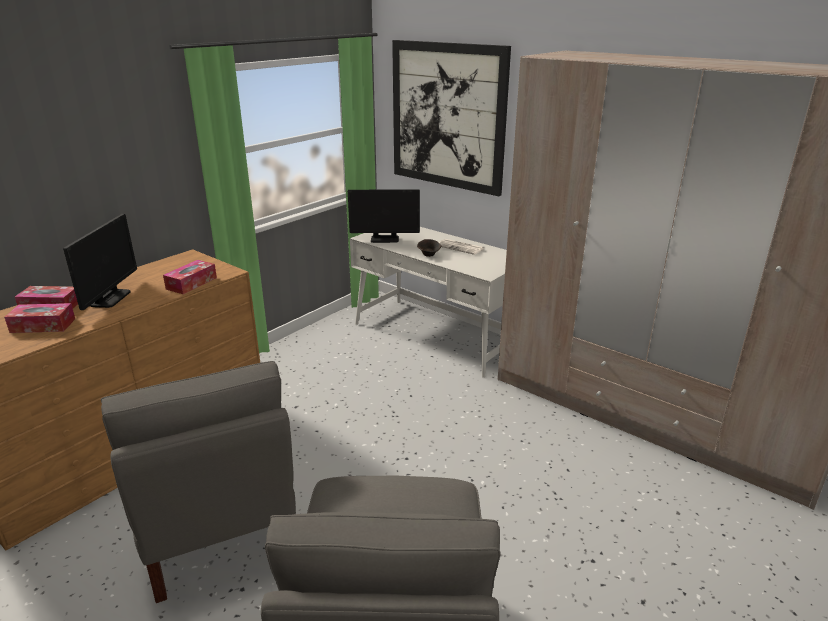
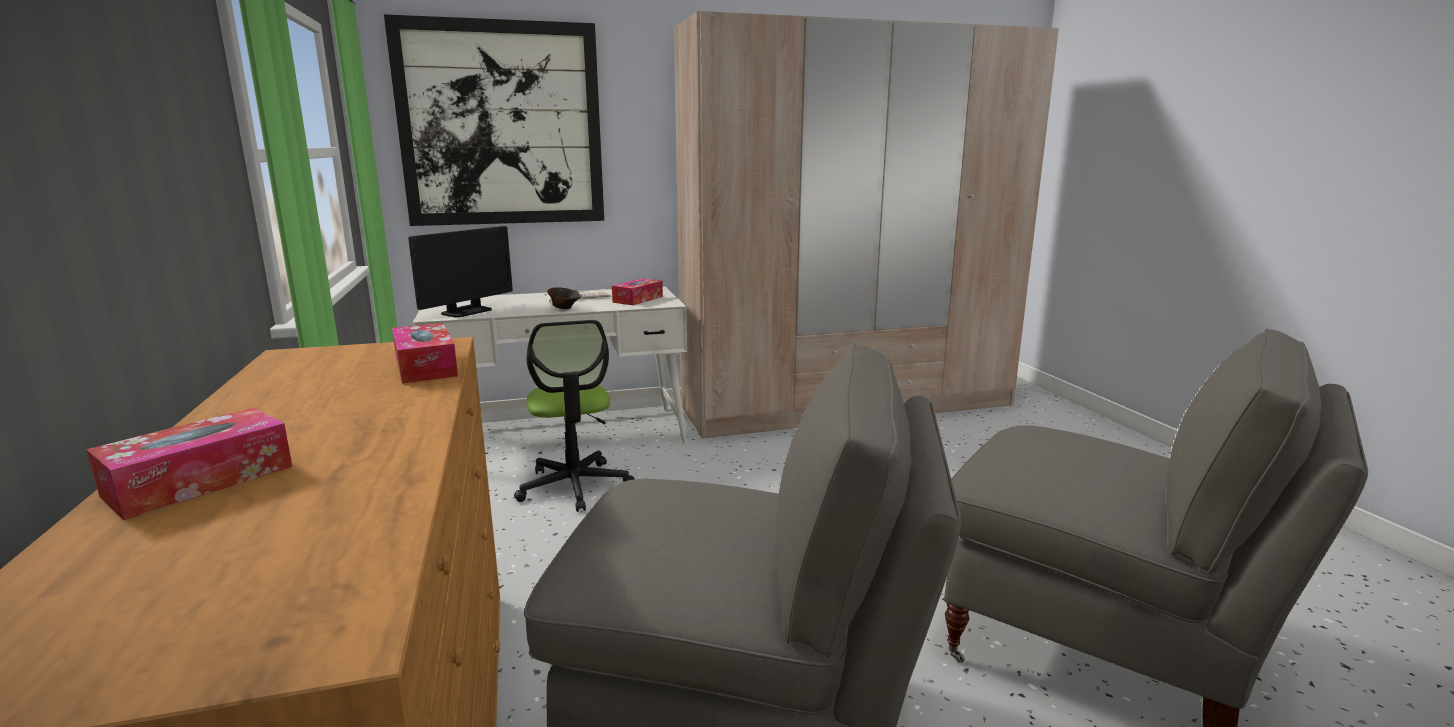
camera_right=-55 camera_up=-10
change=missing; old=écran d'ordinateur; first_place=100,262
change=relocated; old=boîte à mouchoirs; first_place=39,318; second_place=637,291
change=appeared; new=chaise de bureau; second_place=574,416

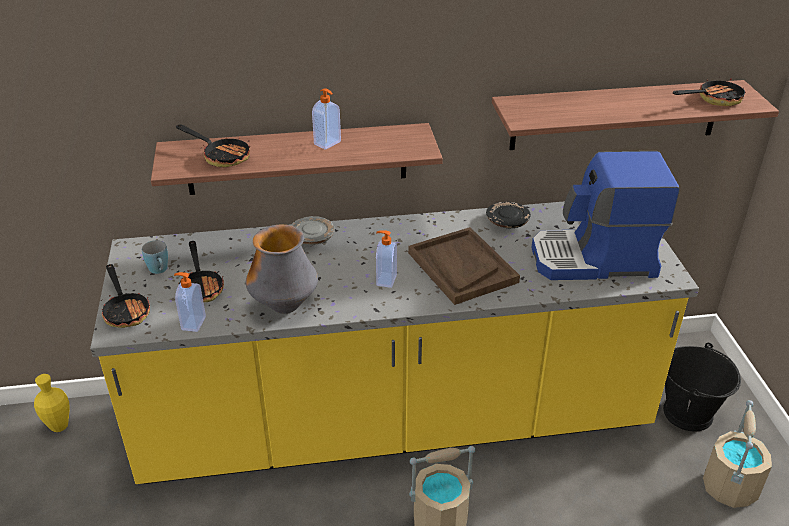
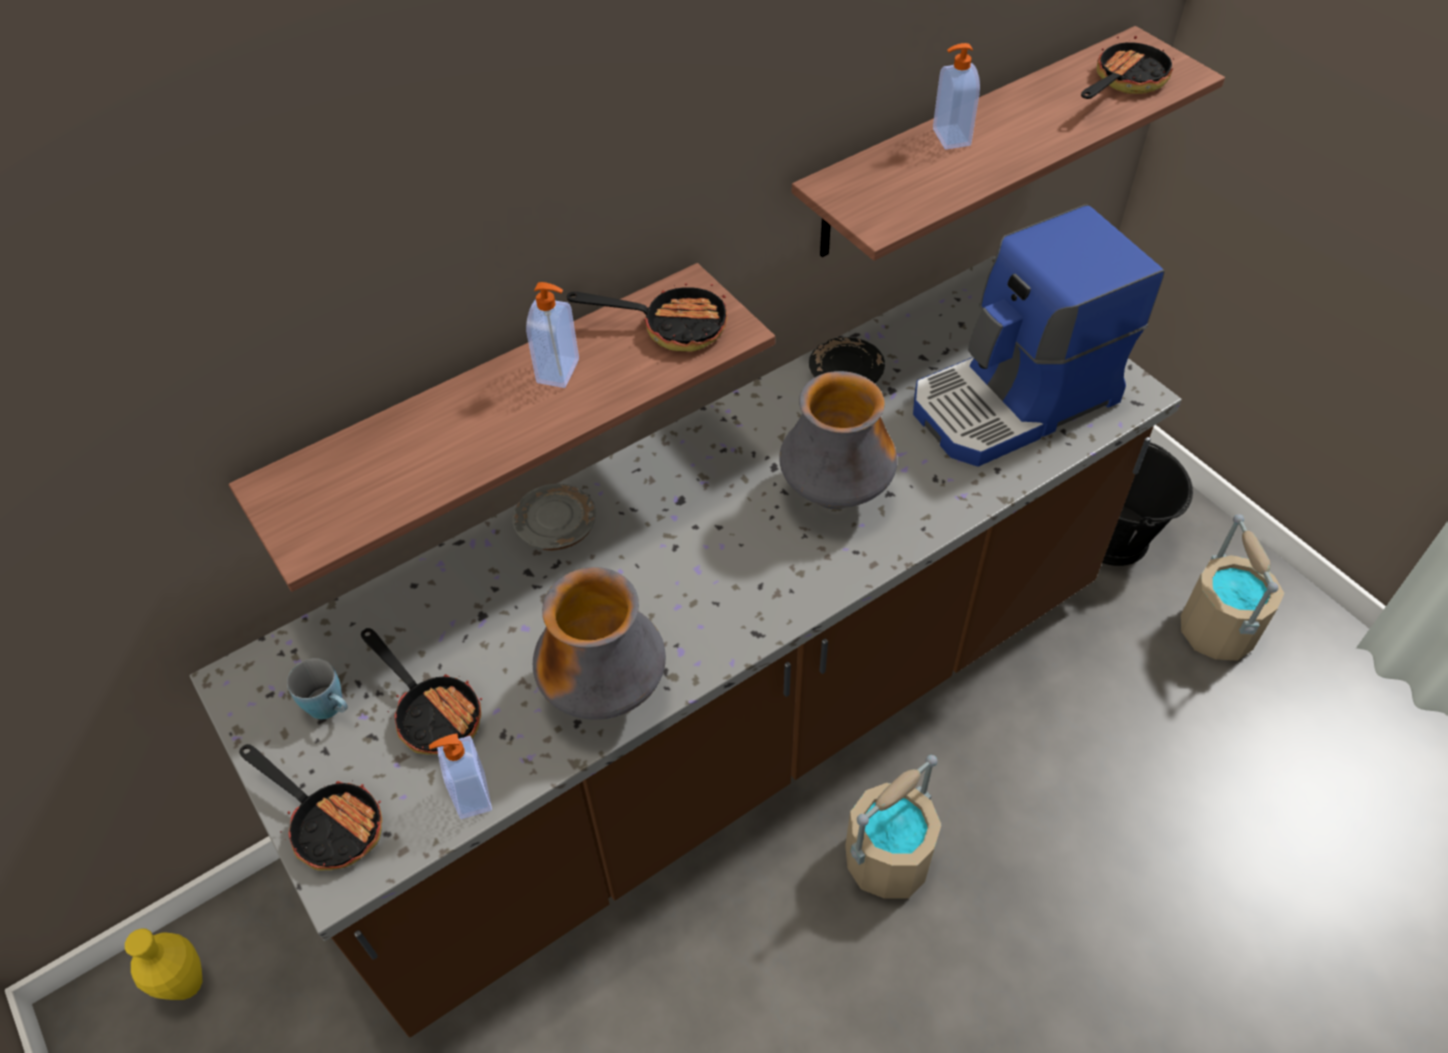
camera_right=-25 camera_up=15
change=relocated; old=poêle; first_place=213,145; second_place=647,317
change=colour; old=comptoir de cuisine [jaune]; new=comptoir de cuisine [marron]; first_place=394,342; second_place=685,647
change=exchanged; old=plateau [marron]; new=vase; first_place=464,266; second_place=838,440
change=relocated; old=distributeur de savon; first_place=386,259; second_place=956,96

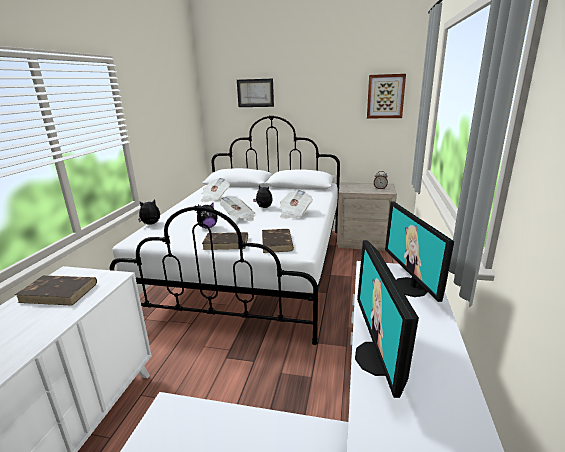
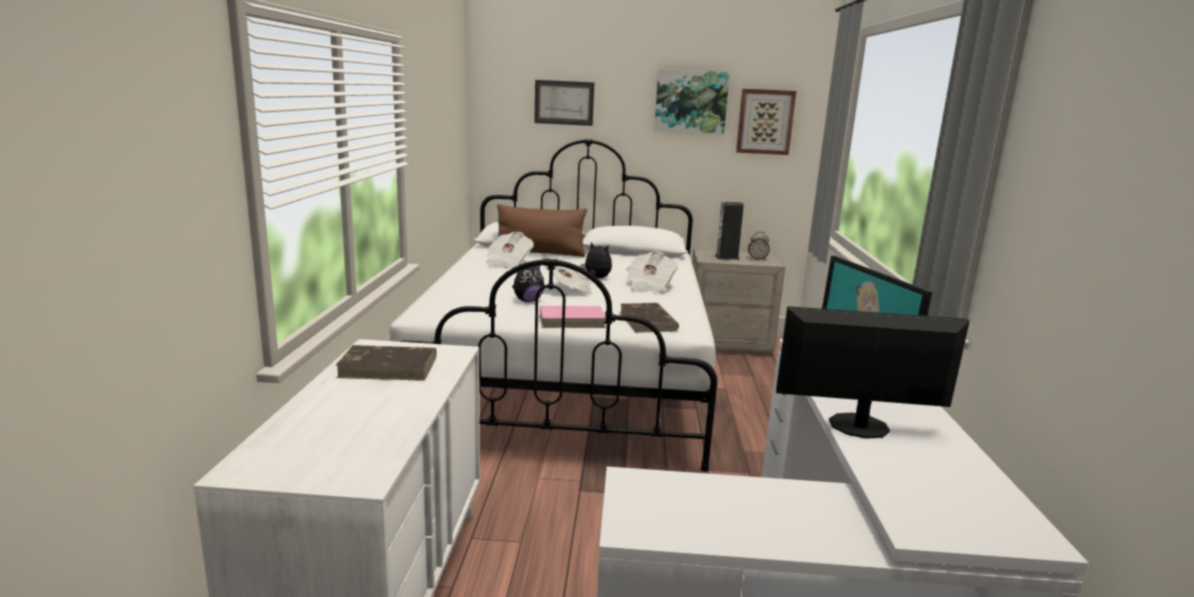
camera_right=-10 camera_up=-5
change=missing; old=peluche; first_place=149,212
change=colour; old=livre [marron]; new=livre [rose]; first_place=225,241; second_place=573,317
change=spun; old=écran d'ordinateur; first_place=387,319; second_place=873,372; degrees=105
change=appeared; new=tableau; second_place=692,102
change=appeared; new=enceinte; second_place=729,231
change=appeared; new=coussin [marron]; second_place=542,230

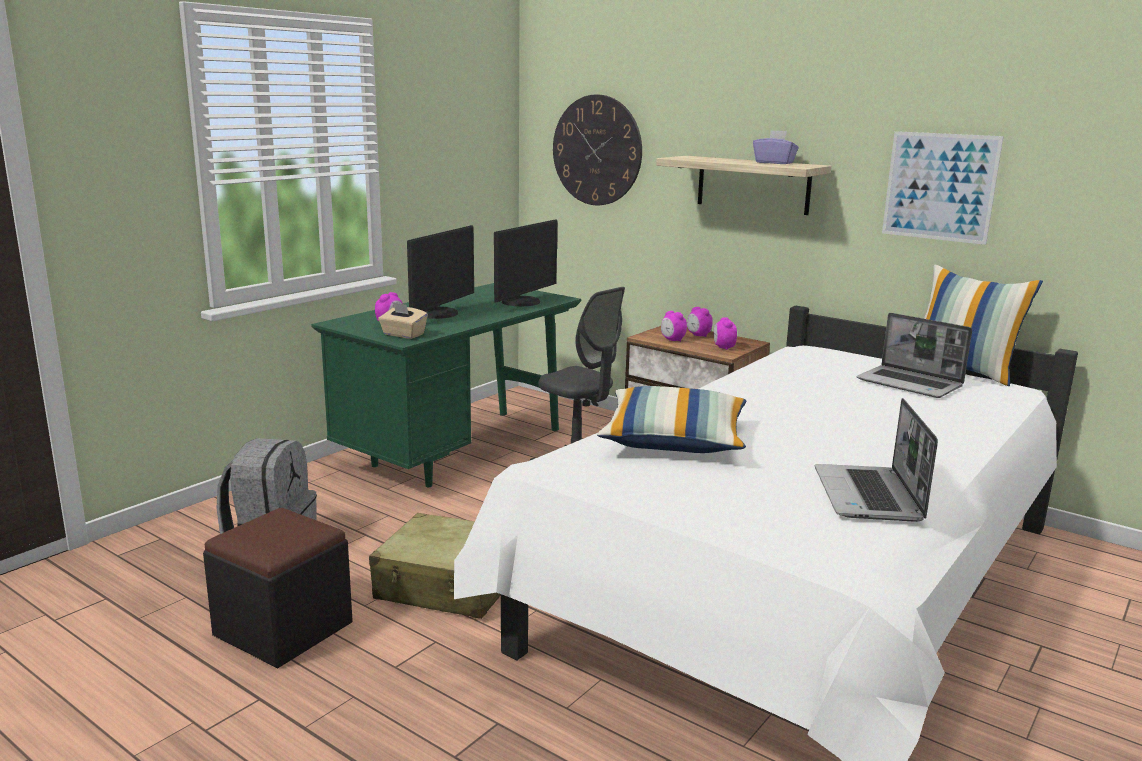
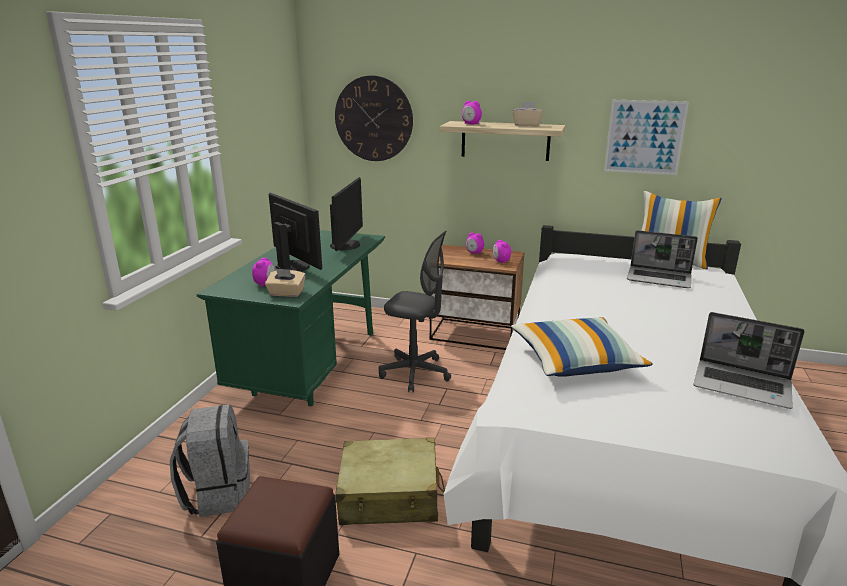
camera_right=-20 camera_up=5
change=colour; old=boîte à mouchoirs [violet]; new=boîte à mouchoirs [beige]; first_place=776,147; second_place=528,114
change=spun; old=écran d'ordinateur; first_place=440,272; second_place=295,232; degrees=-45
change=relocated; old=réveil; first_place=674,326; second_place=472,112
change=spun; old=ordinateur portable; first_place=876,460; second_place=749,360; degrees=-45

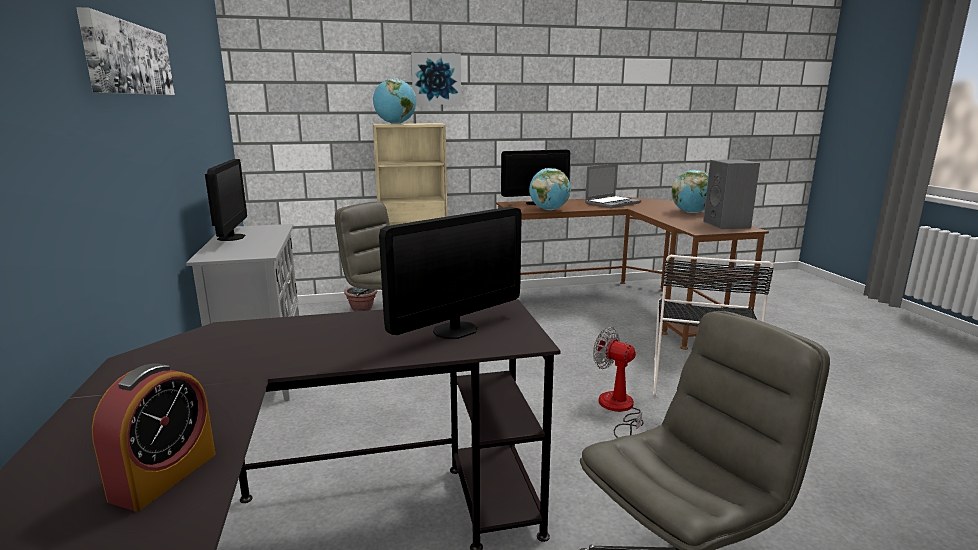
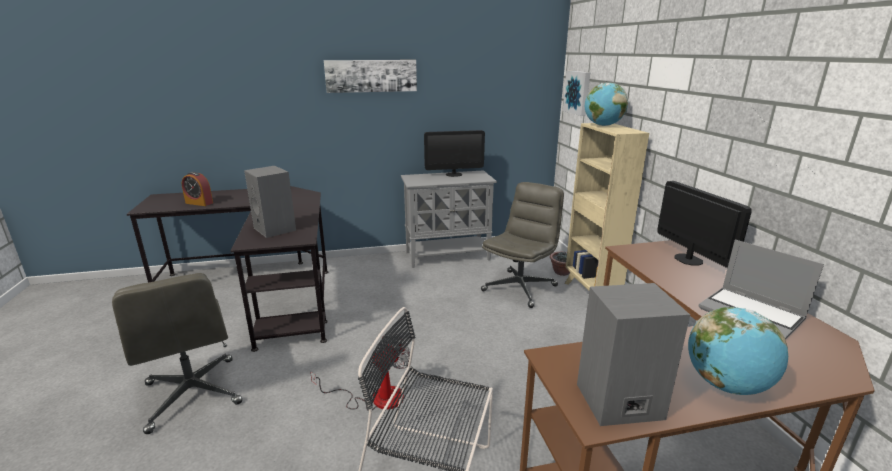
camera_right=90 camera_up=5
change=relocated; old=tableau; first_place=436,79; second_place=576,93
change=missing; old=globe; first_place=550,189
change=exchanged; old=écran d'ordinateur; new=enceinte [gris]; first_place=450,273; second_place=270,202

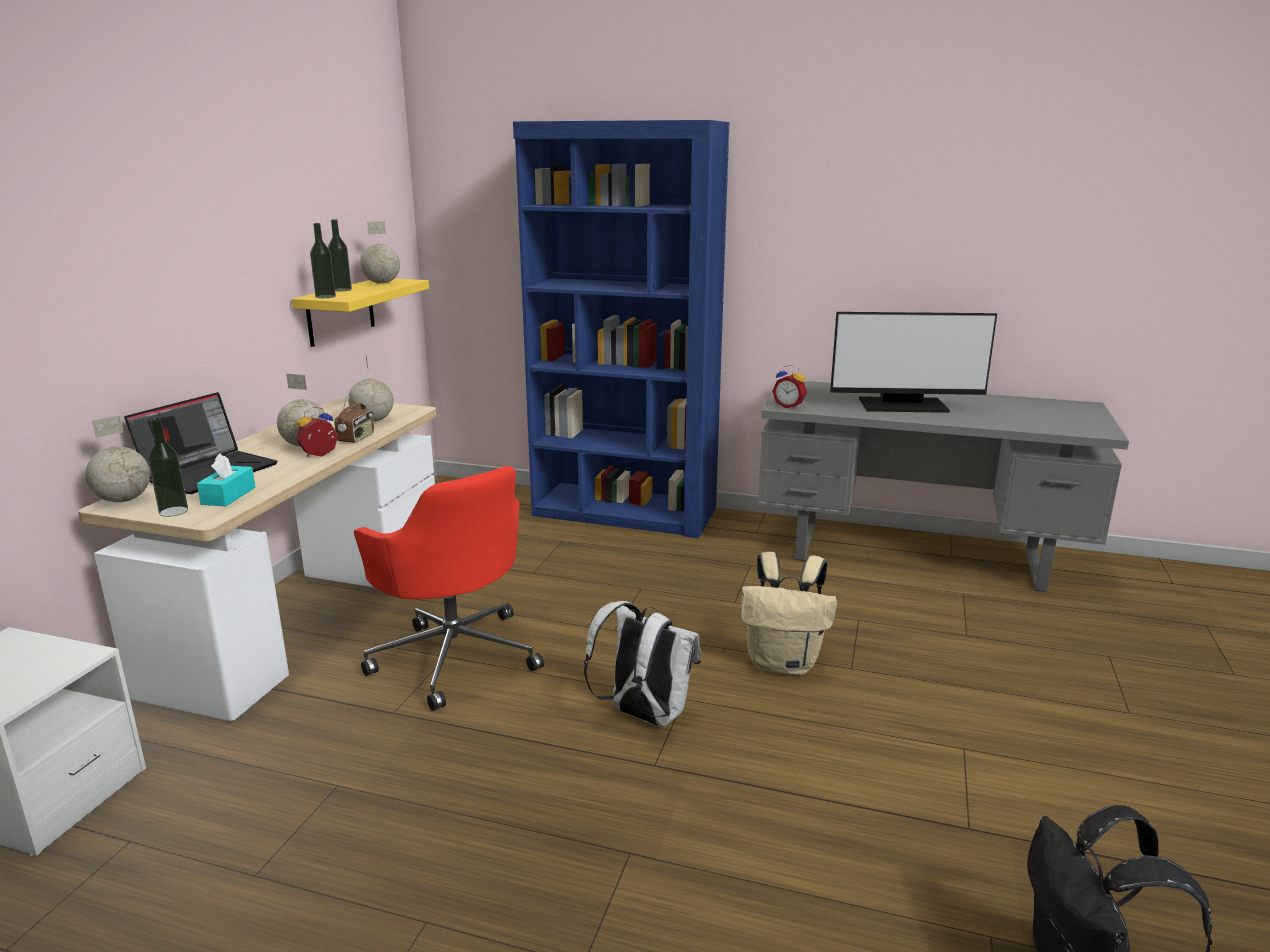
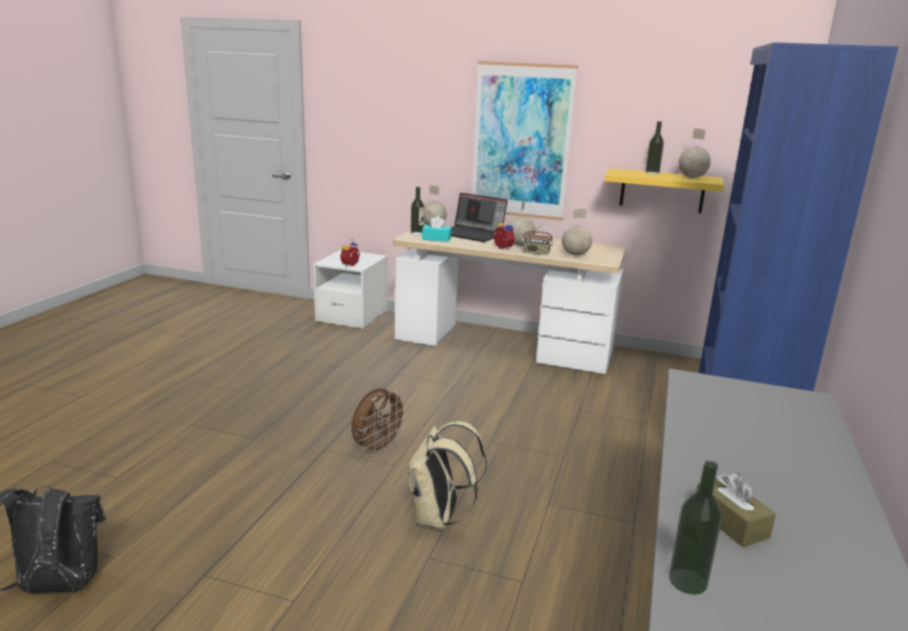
camera_right=90 camera_up=0
change=relocated; old=bouteille; first_place=323,260; second_place=695,528
change=missing; old=écran d'ordinateur; first_place=913,362
change=relocated; old=réveil; first_place=789,387; second_place=350,253
change=missing; old=chaise de bureau [rouge]; first_place=449,588
change=exchanged; old=sac à dos [blanc]; new=ventilateur [marron]; first_place=642,664; second_place=379,421
change=appeared; new=tableau; second_place=525,141
change=appeared; new=boîte à mouchoirs [marron]; second_place=736,509

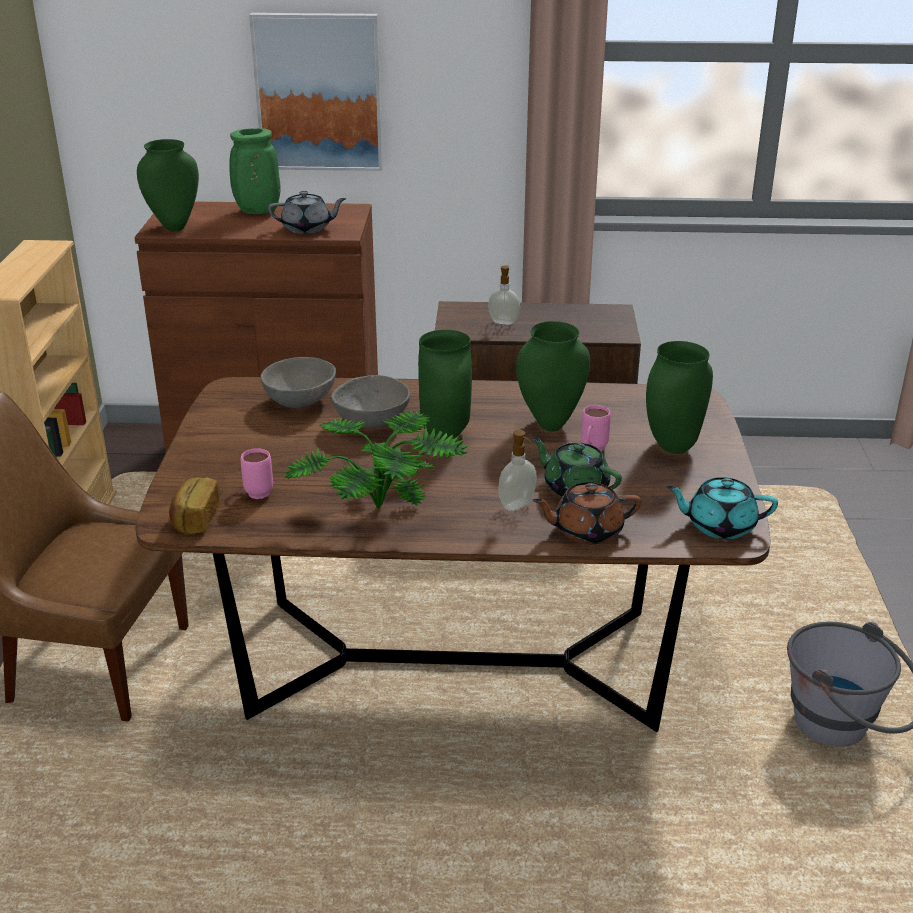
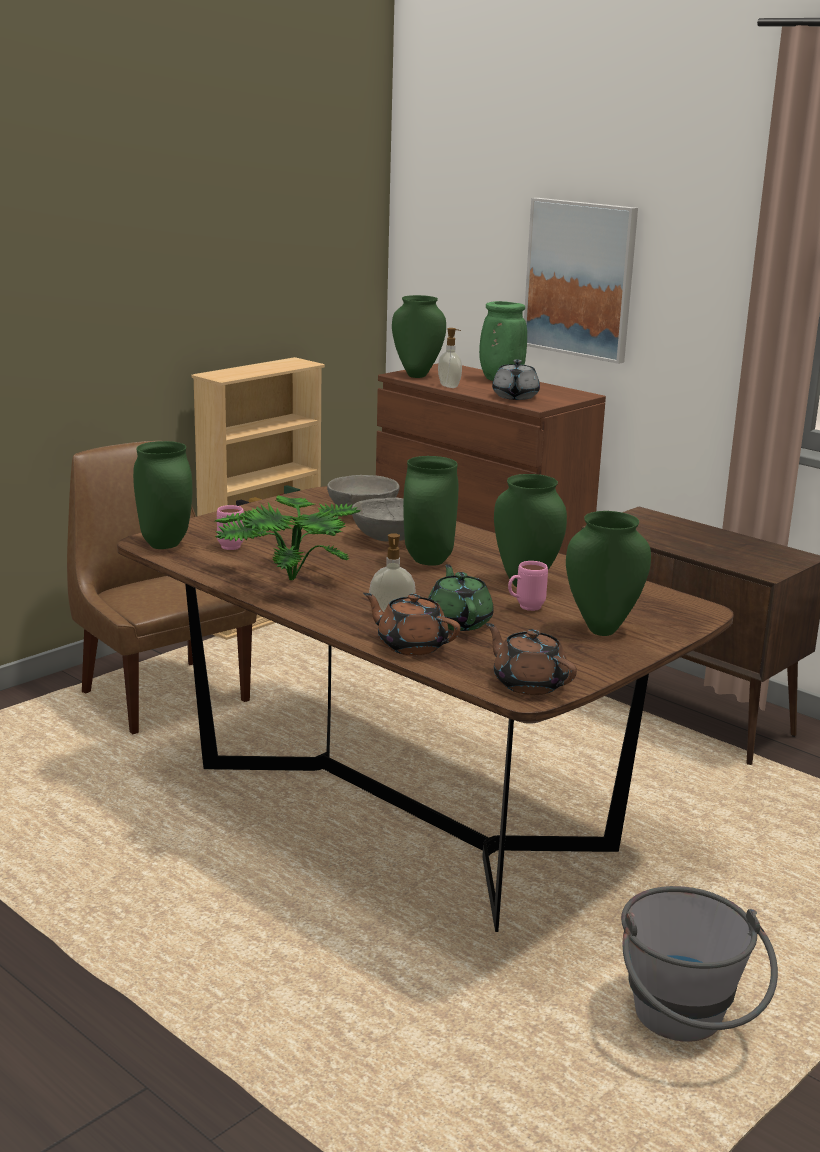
camera_right=40 camera_up=-10
change=spun; old=théière [gris]; first_place=307,212; second_place=516,379; degrees=60
change=relocated; old=distributeur de savon; first_place=504,295; second_place=450,358
change=exchanged; old=pain; new=vase [vert]; first_place=194,505; second_place=163,495
change=colour; old=théière [turquoise]; new=théière [marron]; first_place=722,508; second_place=531,659

